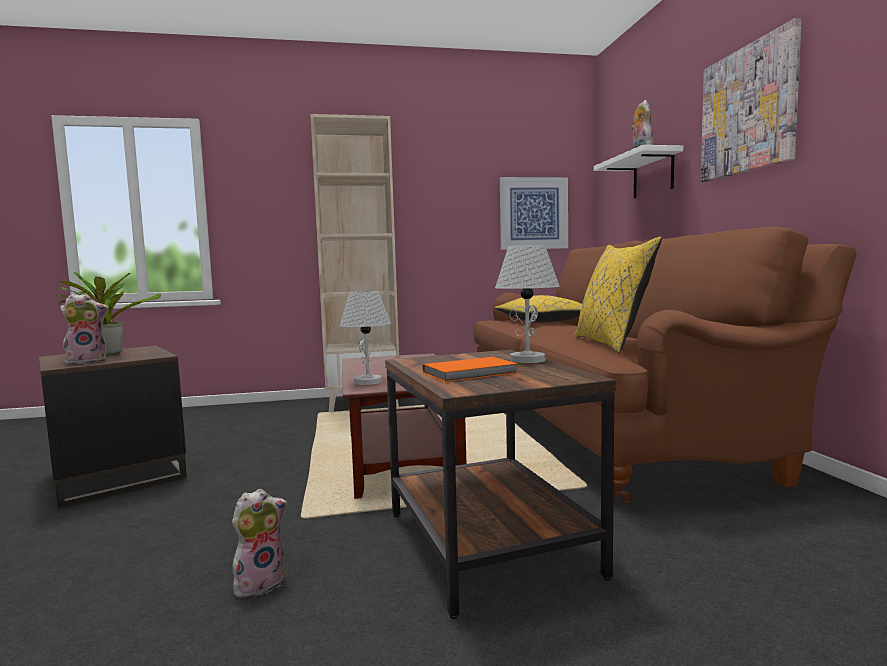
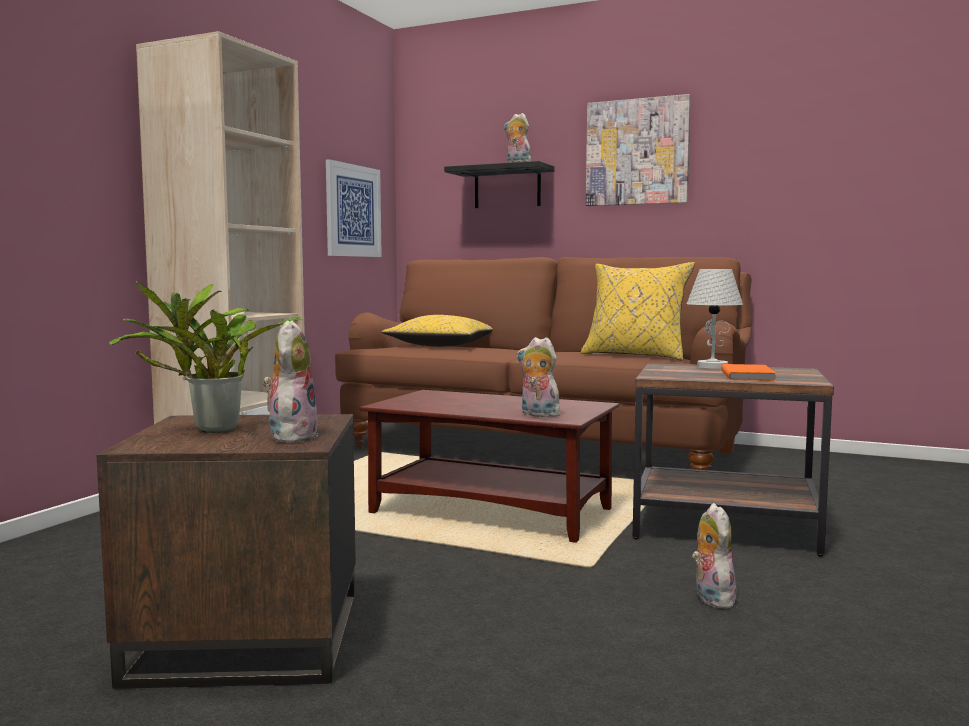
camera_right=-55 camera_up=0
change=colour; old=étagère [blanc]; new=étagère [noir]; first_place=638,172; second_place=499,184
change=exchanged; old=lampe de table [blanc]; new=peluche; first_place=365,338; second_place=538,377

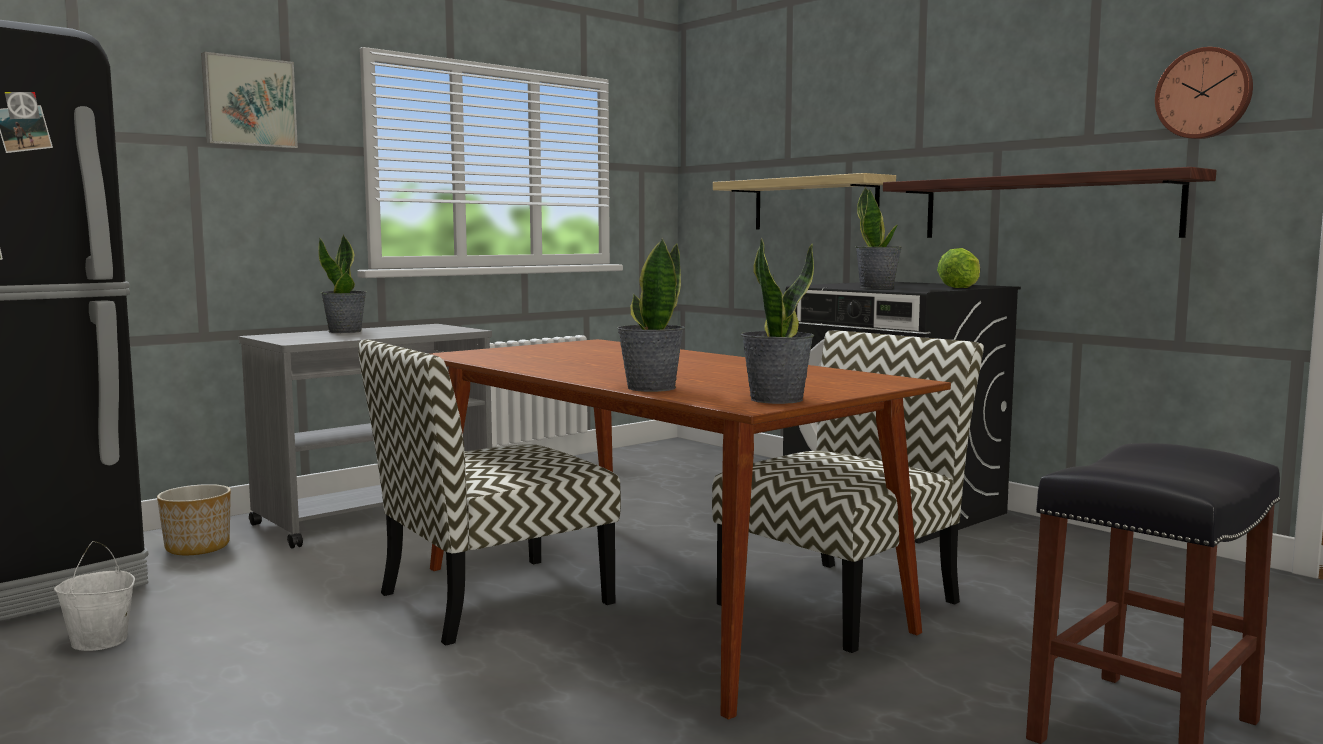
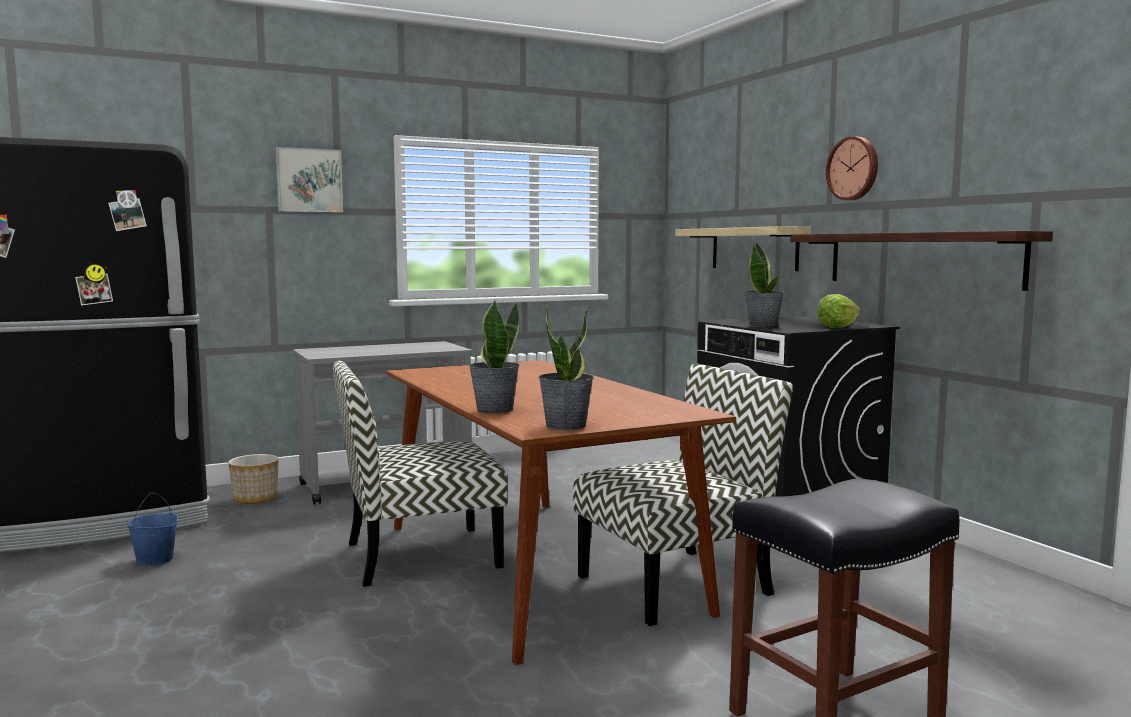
camera_right=15 camera_up=0
change=relocated; old=horloge murale; first_place=1204,93; second_place=852,168
change=missing; old=plante en pot; first_place=342,283
change=colour; old=seau [blanc]; new=seau [bleu]; first_place=94,596; second_place=152,529

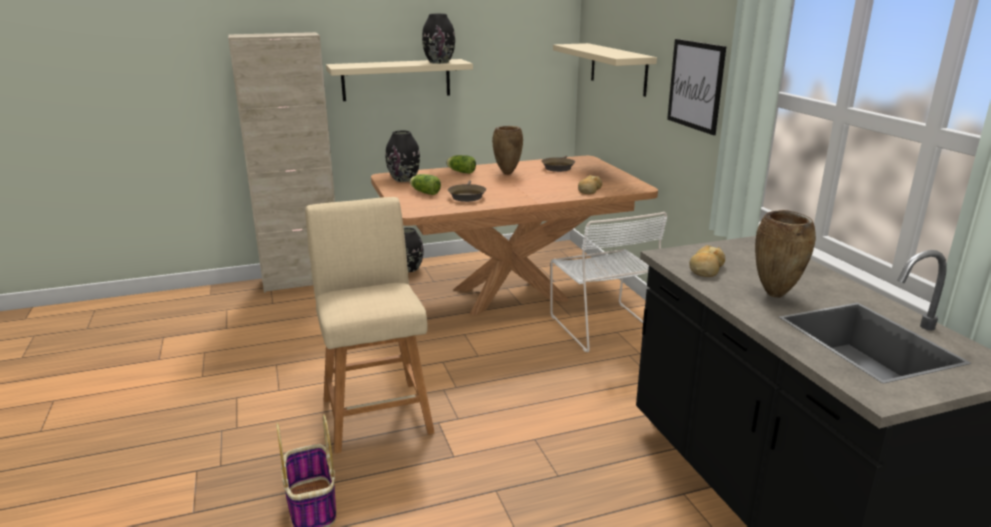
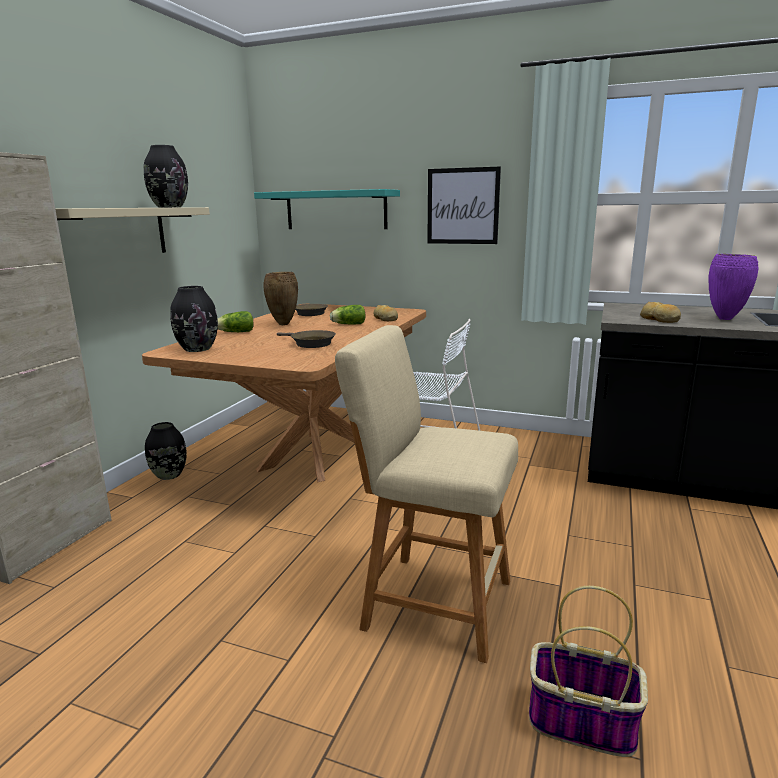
camera_right=-50 camera_up=-5
change=colour; old=étagère [beige]; new=étagère [turquoise]; first_place=605,70; second_place=327,209
change=relocated; old=laitue; first_place=425,184; second_place=347,315
change=colour; old=vase [marron]; new=vase [violet]; first_place=785,254; second_place=734,287

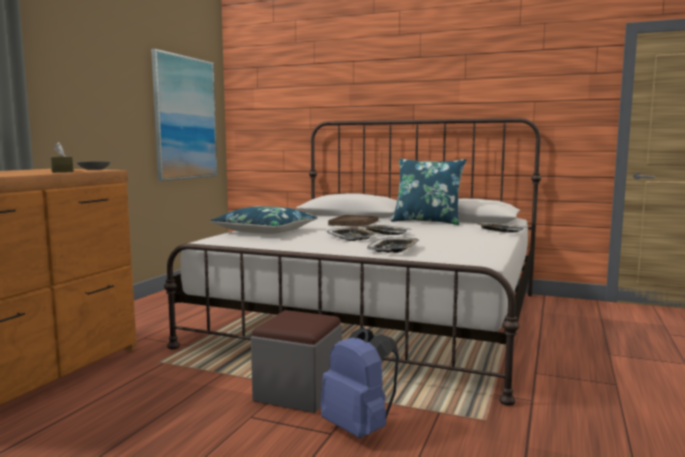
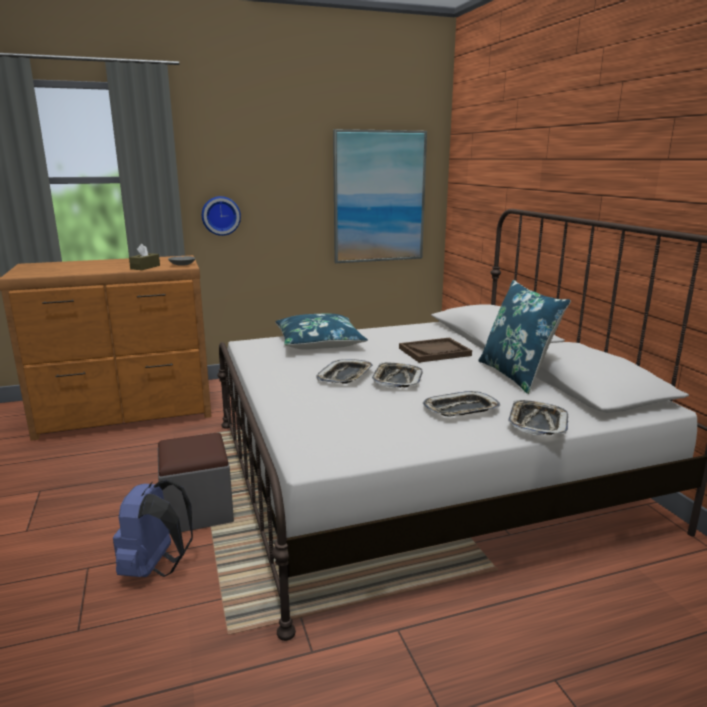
camera_right=50 camera_up=10
change=relocated; old=plateau; first_place=393,245; second_place=461,403
change=appeared; new=horloge murale; second_place=221,216

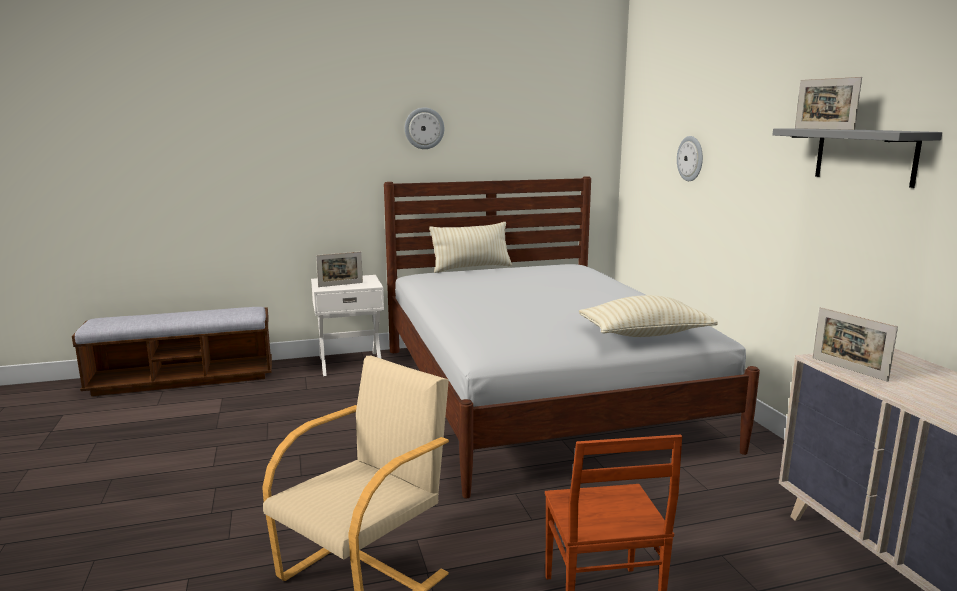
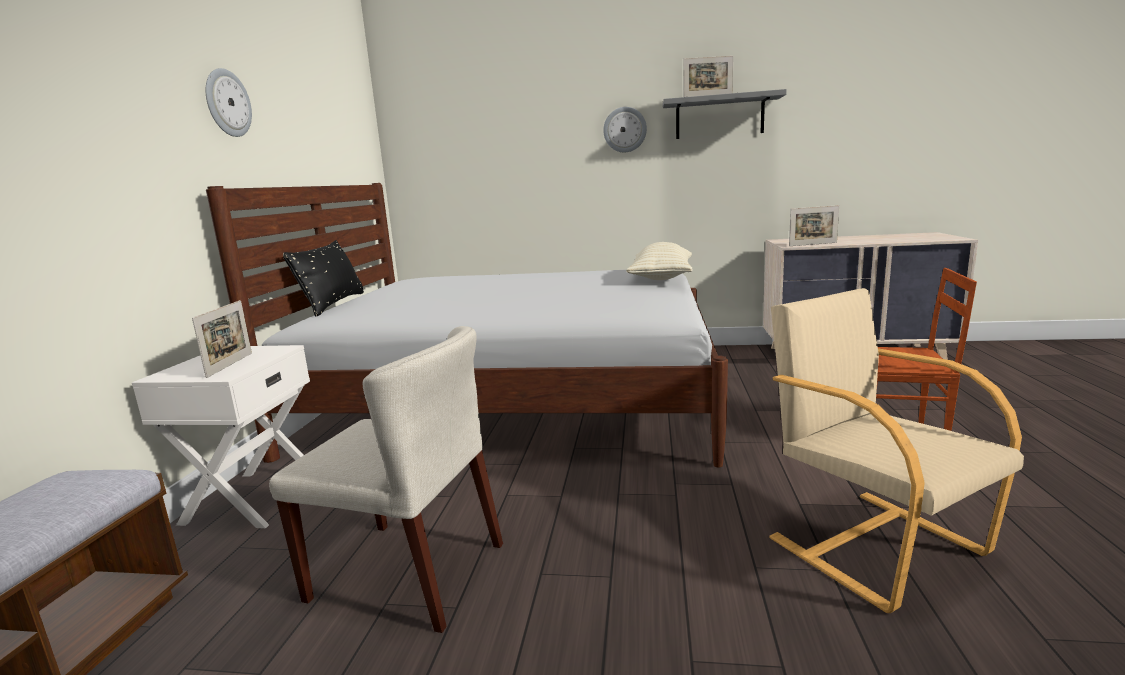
camera_right=-65 camera_up=0
change=relocated; old=horloge murale; first_place=690,158; second_place=625,130
change=colour; old=coussin [beige]; new=coussin [noir]; first_place=470,247; second_place=323,278
change=appeared; new=chaise [beige]; second_place=386,479

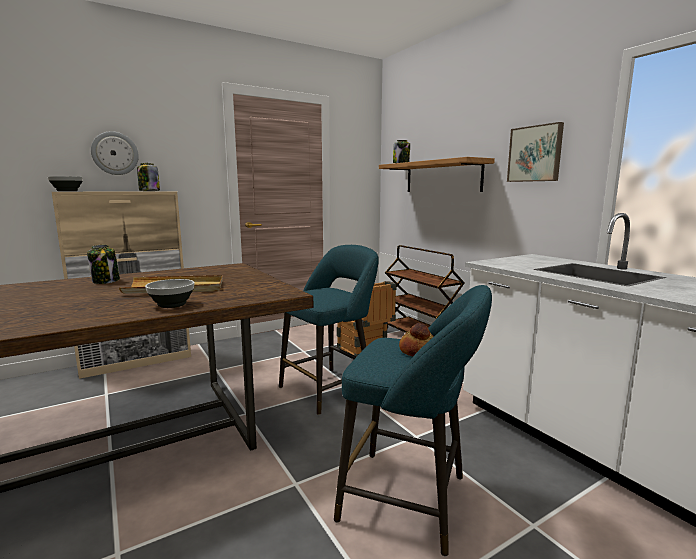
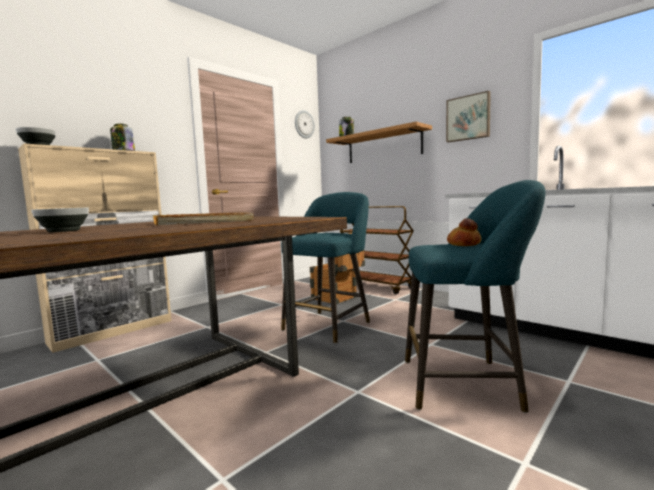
camera_right=-15 camera_up=-5
change=relocated; old=horloge murale; first_place=115,153; second_place=305,124
change=missing; old=bocal; first_place=103,264
change=relocated; old=bol; first_place=169,293; second_place=60,220

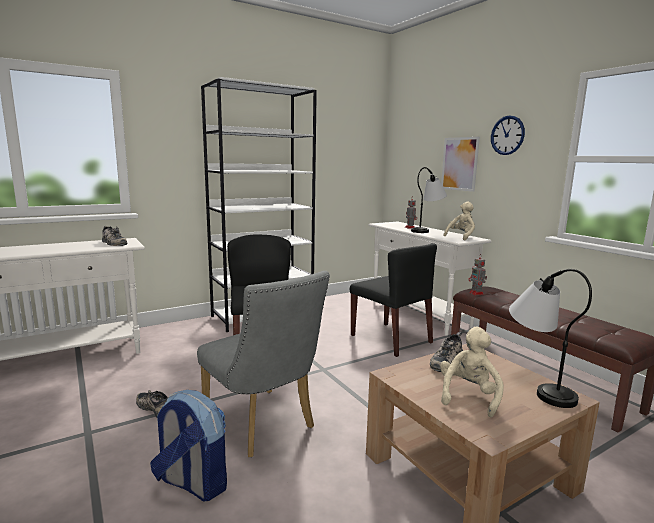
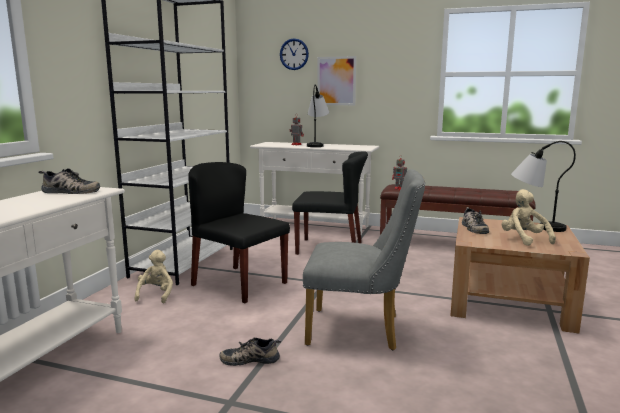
camera_right=-40 camera_up=0
change=relocated; old=horloge murale; first_place=508,135; second_place=294,54
change=relocated; old=peluche [beige]; first_place=459,221; second_place=153,276
change=missing; old=sac à dos; first_place=188,445

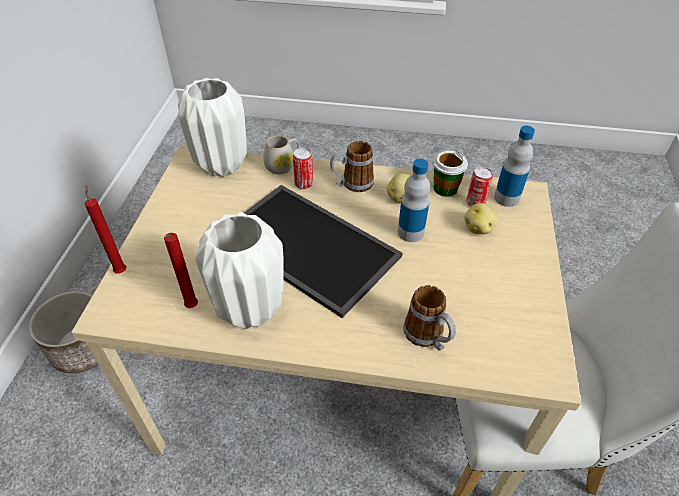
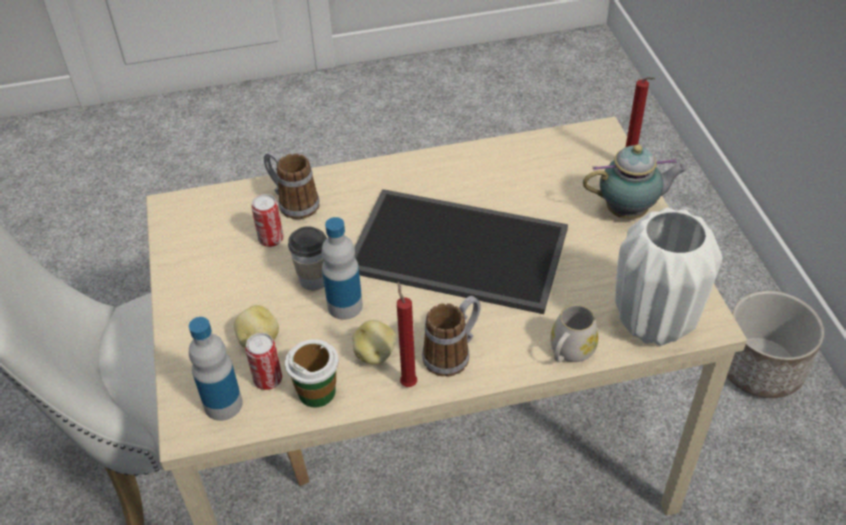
camera_right=160 camera_up=0
change=relocated; old=boîte métallique; first_place=303,168; second_place=267,220
change=missing; old=vase [blanc]; first_place=239,270
change=relocated; old=bougie [rouge]; first_place=181,270; second_place=407,334
change=appeared; new=théière; second_place=635,181
change=appeared; new=tasse; second_place=307,258

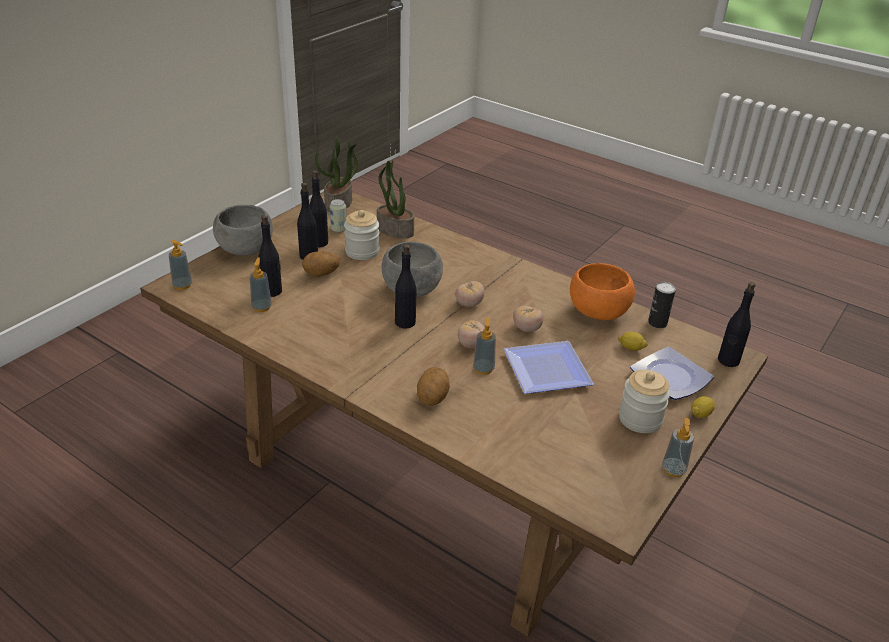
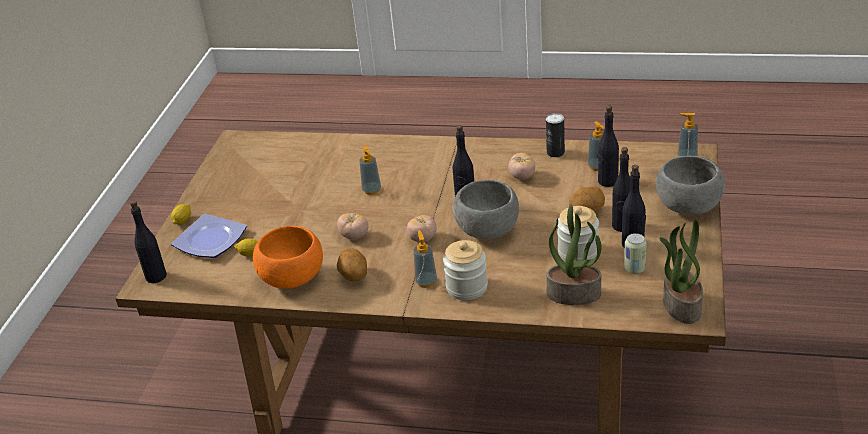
camera_right=160 camera_up=0
change=relocated; old=boîte métallique; first_place=662,305; second_place=555,135
change=relocated; old=tomate; first_place=471,334; second_place=521,166
change=missing; old=assiette; first_place=549,367
change=relocated; old=pomme de terre; first_place=433,386; second_place=352,264
change=relocated; old=bocal; first_place=645,401; second_place=465,270
change=relocated; old=distributeur de savon; first_place=678,447; second_place=425,259

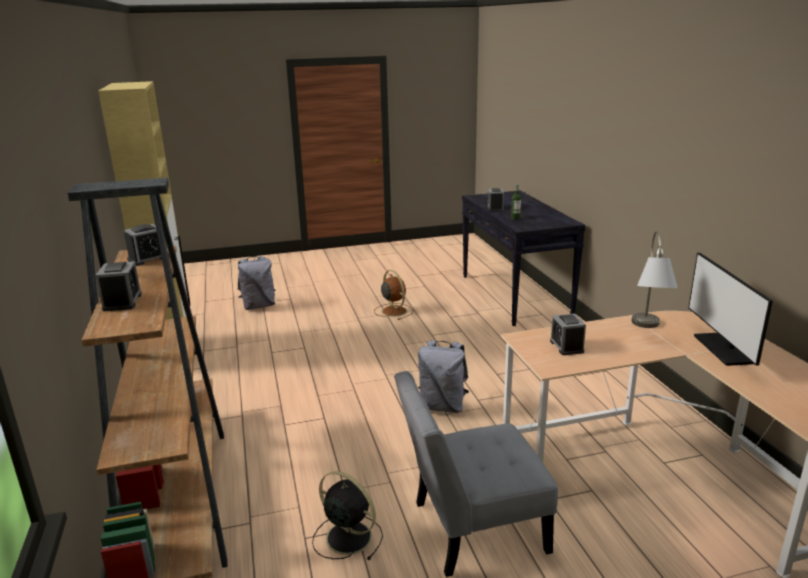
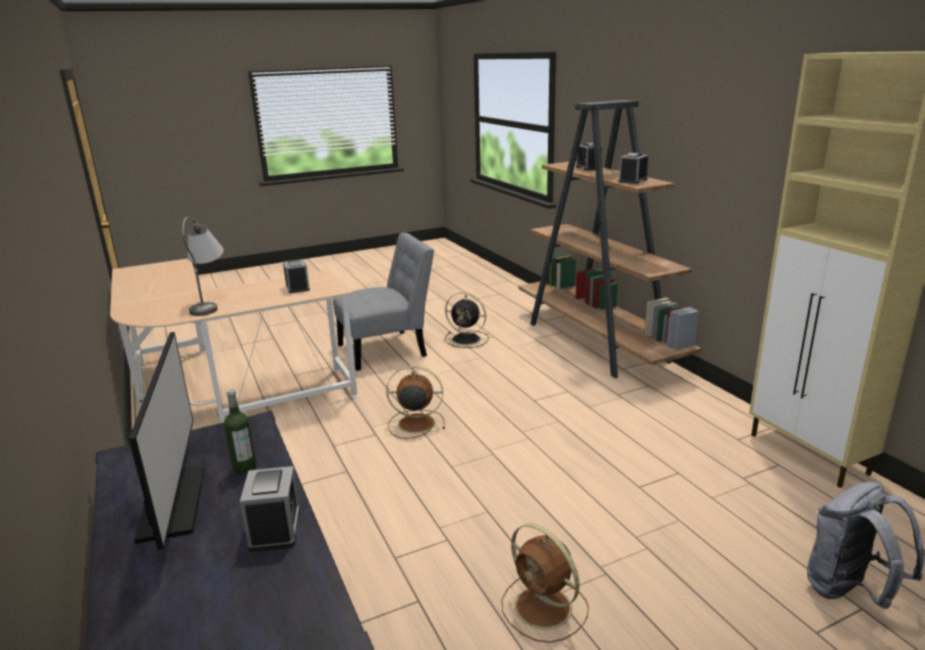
camera_right=170 camera_up=0
change=relocated; old=écran d'ordinateur; first_place=730,309; second_place=167,441
change=exchanged; old=sac à dos [gris]; new=ventilateur [marron]; first_place=443,376; second_place=415,402

